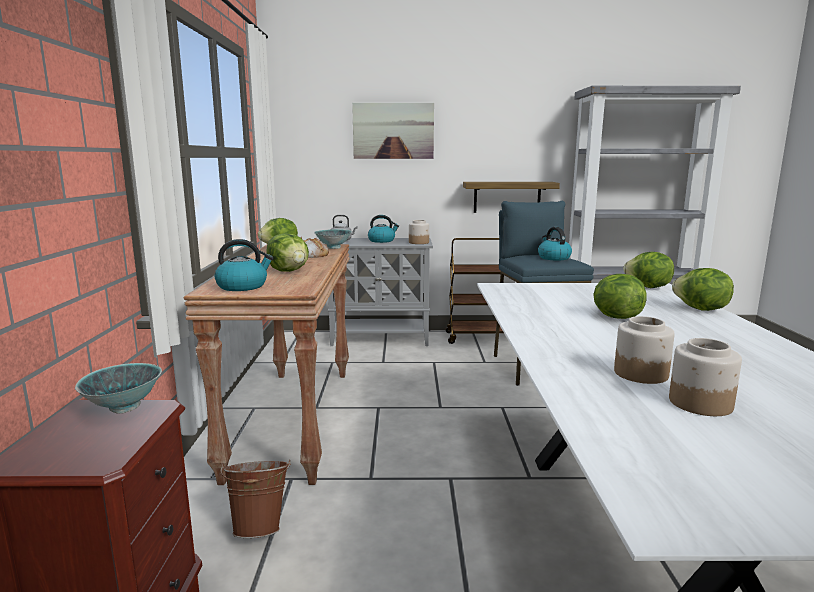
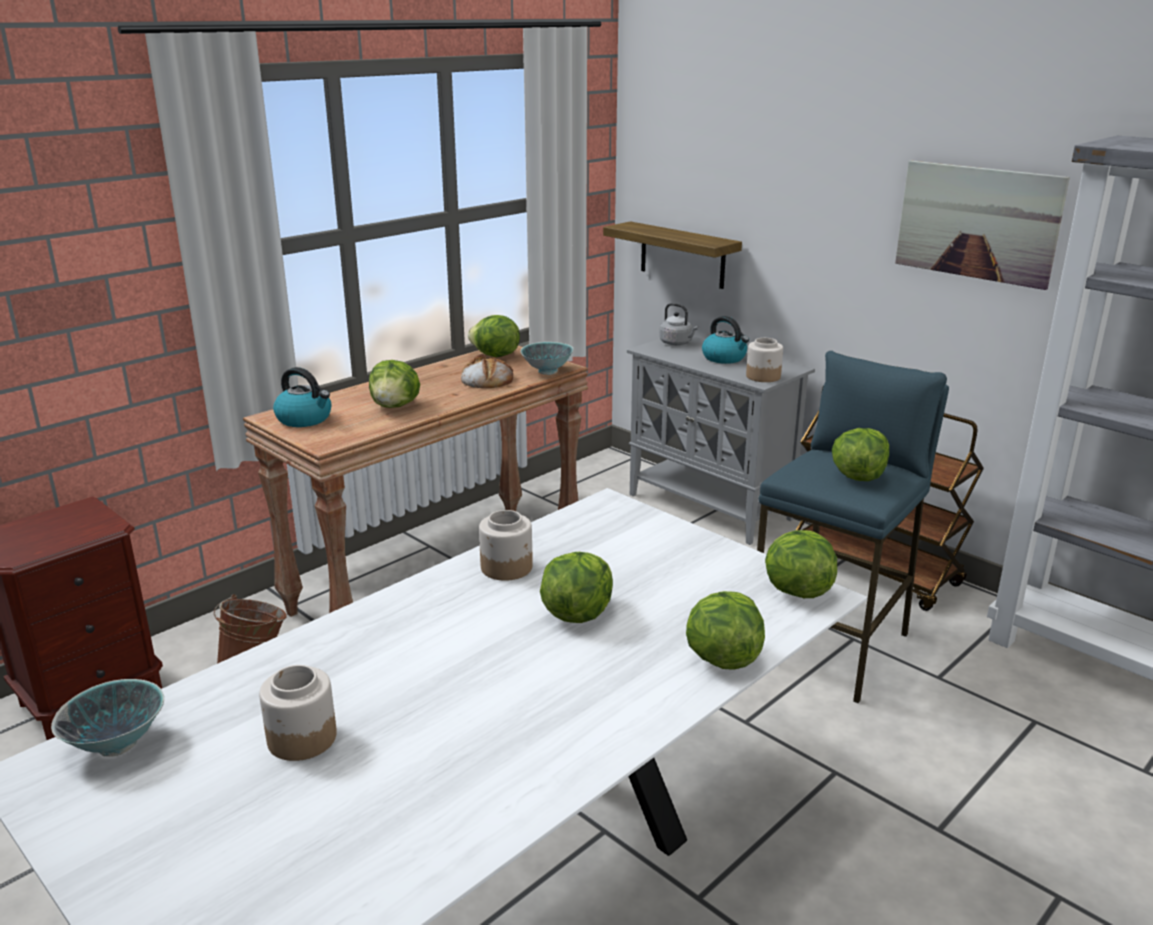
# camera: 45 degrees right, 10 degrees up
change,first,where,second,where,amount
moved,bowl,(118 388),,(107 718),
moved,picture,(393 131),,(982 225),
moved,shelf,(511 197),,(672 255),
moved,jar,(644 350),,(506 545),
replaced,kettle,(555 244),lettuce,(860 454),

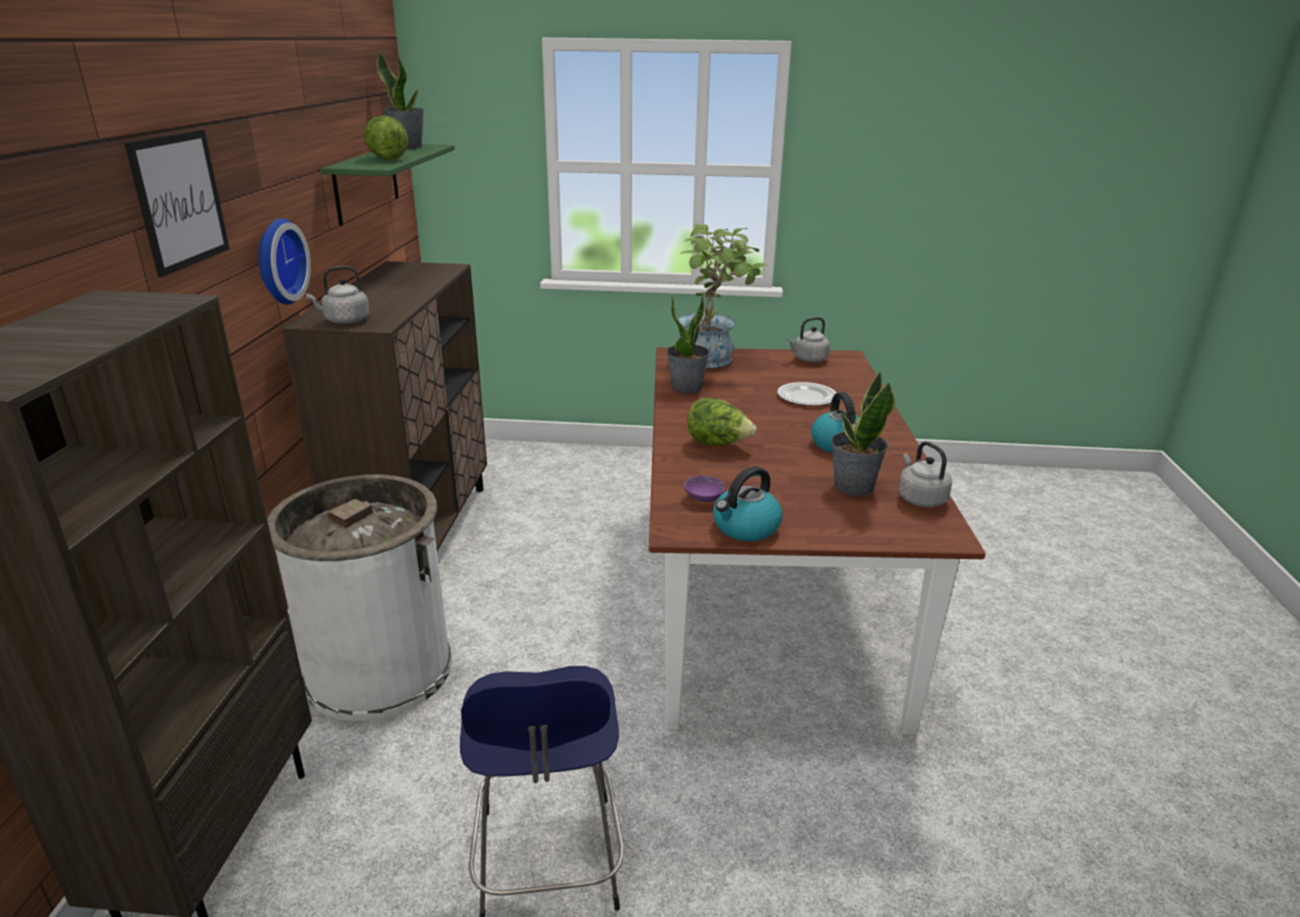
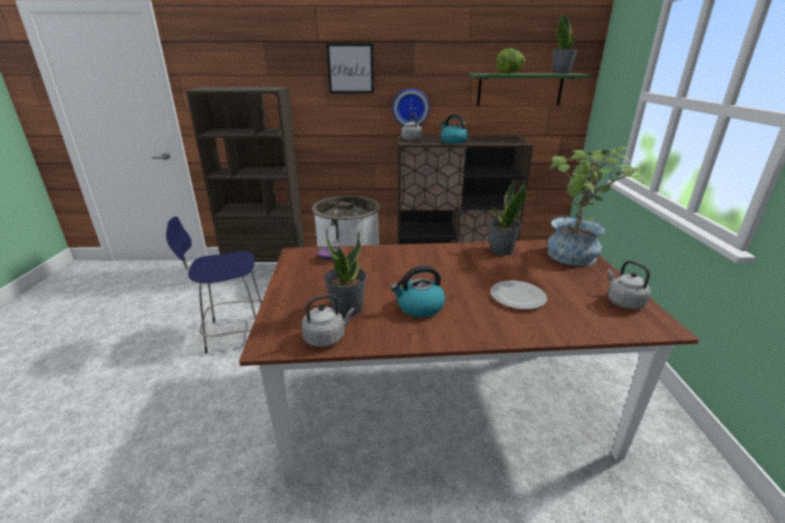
# camera: 85 degrees right, 0 degrees up
change,first,where,second,where,amount
removed,lettuce,(722 422),,,
moved,kettle,(747 503),,(454 129),

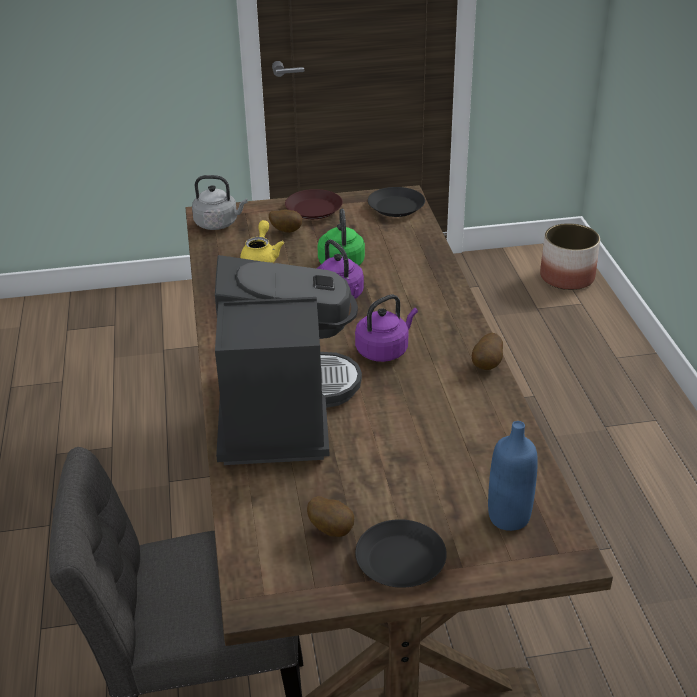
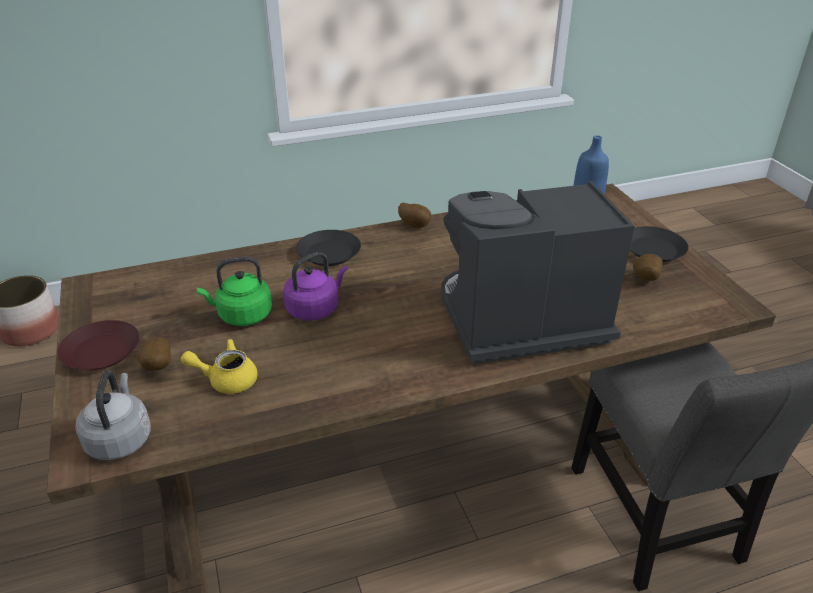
# camera: 100 degrees left, 0 degrees up
change,first,where,second,where,amount
removed,kettle (purple),(386 328),,,
moved,plate (black),(396 202),,(328 248),

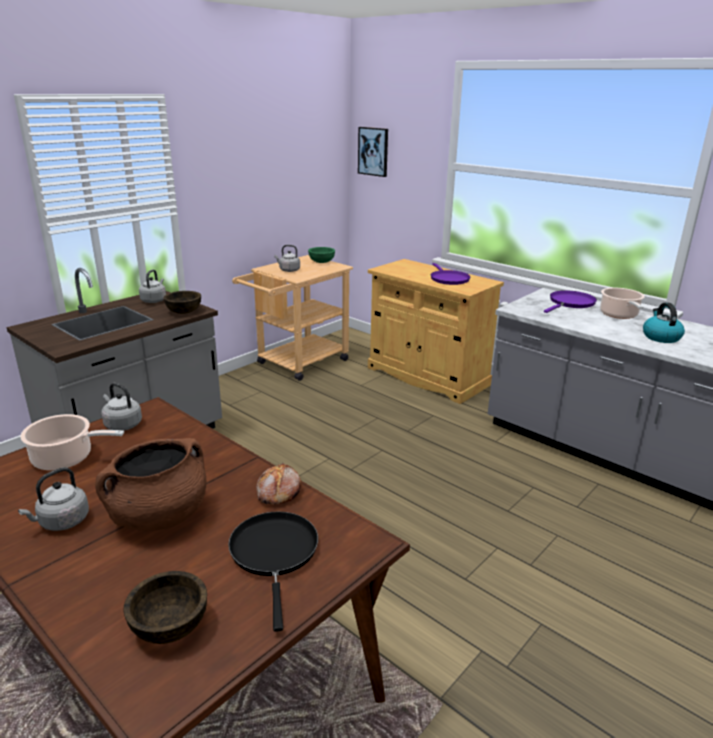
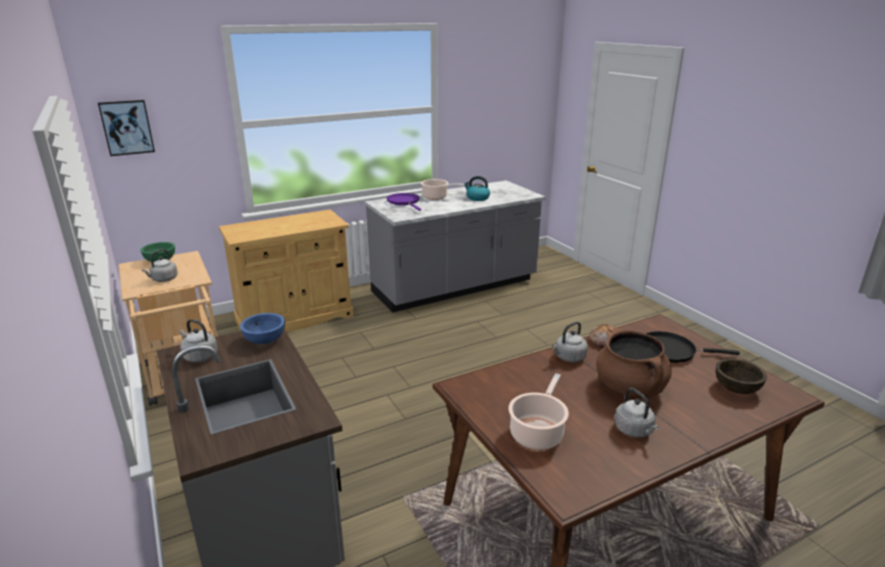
# camera: 70 degrees left, 0 degrees up
change,first,where,second,where,amount
removed,frying pan (purple),(450 274),,,
moved,kettle (grey),(121 407),,(570 342),
recoloured,bowl (brown),(182 302),bowl (blue),(262 328),

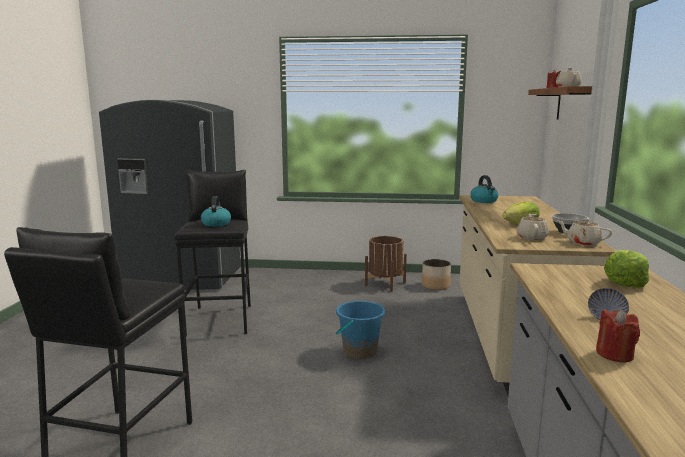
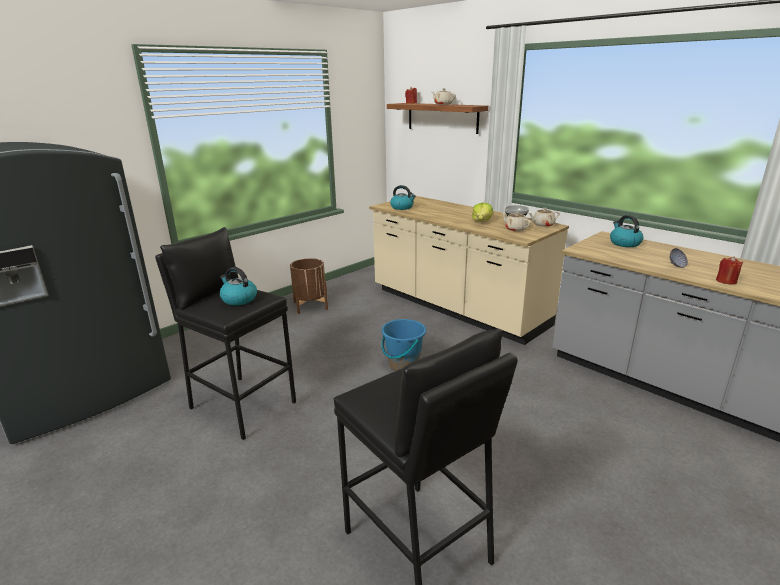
# camera: 50 degrees left, 10 degrees up
change,first,where,second,where,amount
removed,planter,(436 274),,,
replaced,lettuce,(626 268),kettle,(627 231),

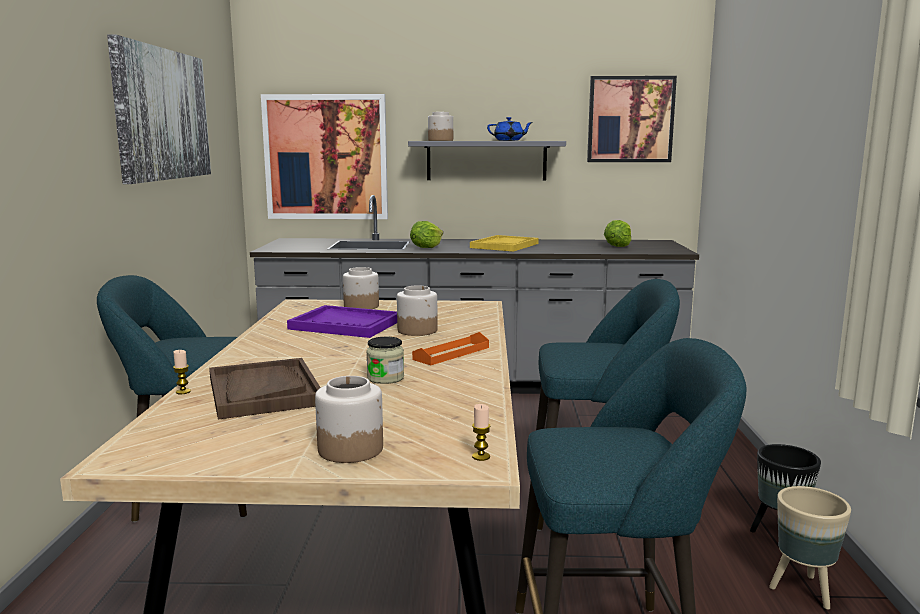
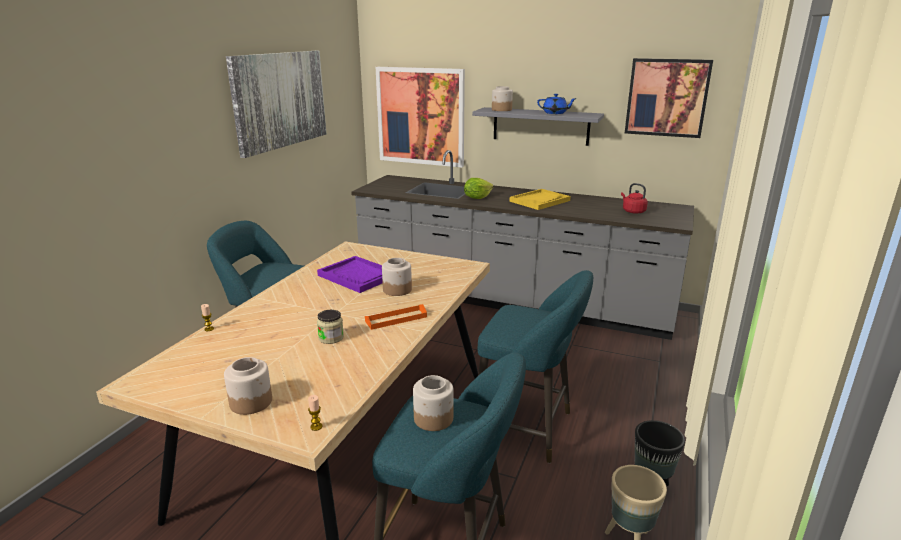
# camera: 20 degrees right, 10 degrees up
change,first,where,second,where,amount
removed,tray (brown),(265 389),,,
moved,jar,(361 288),,(433 403),
replaced,lettuce,(617 233),kettle (red),(634 198),

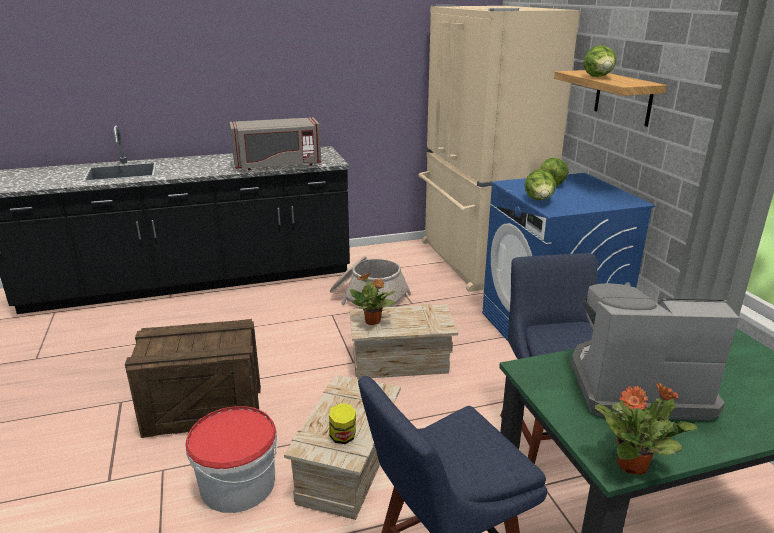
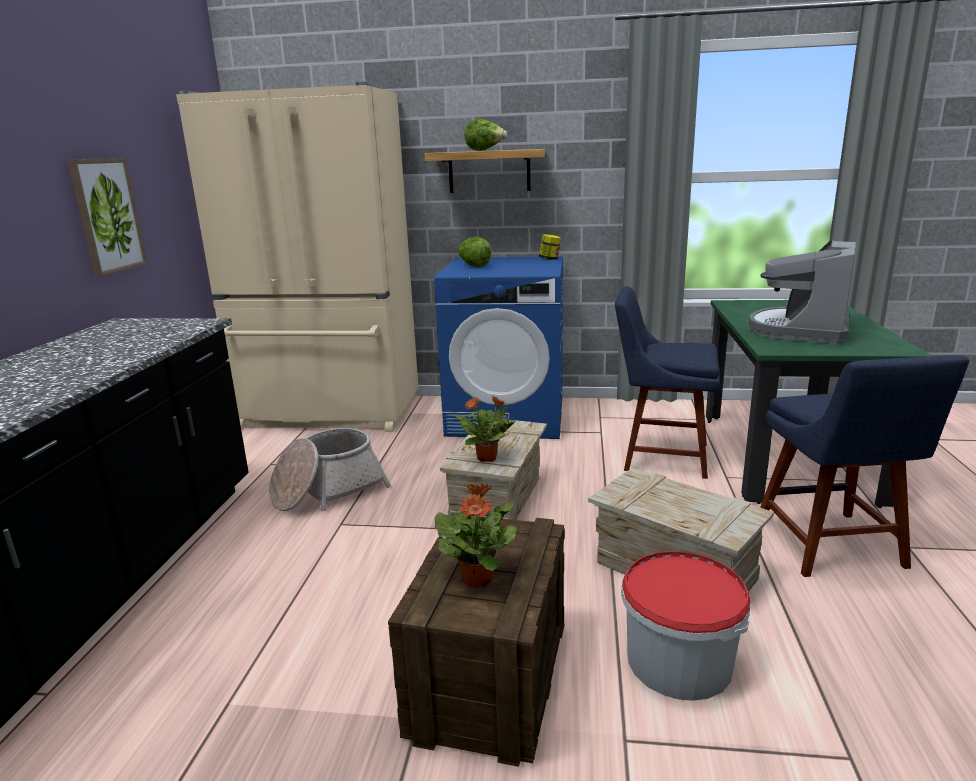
# camera: 65 degrees left, 5 degrees down
change,first,where,second,where,amount
removed,microwave (grey),(275 143),,,
removed,lettuce,(540 184),,,
added,,,picture,(107 217),
moved,jar,(342 423),,(550 247),
moved,potted plant,(646 428),,(476 535),

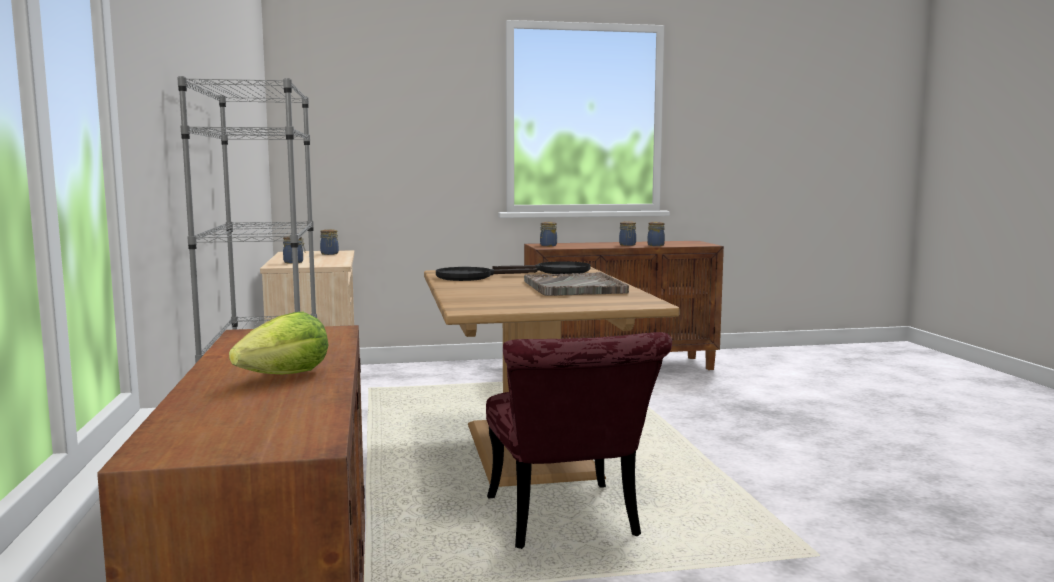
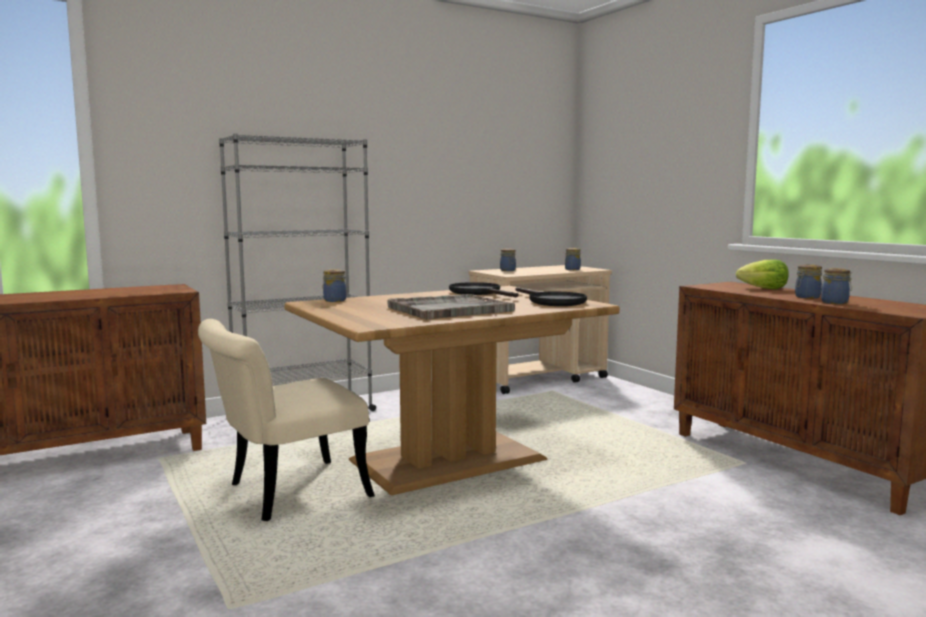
# camera: 70 degrees right, 0 degrees up
change,first,where,second,where,amount
moved,lettuce,(279 343),,(762 274),
moved,jar,(548 234),,(334 285),
recoloured,chair (red),(579 440),chair (beige),(286 420),

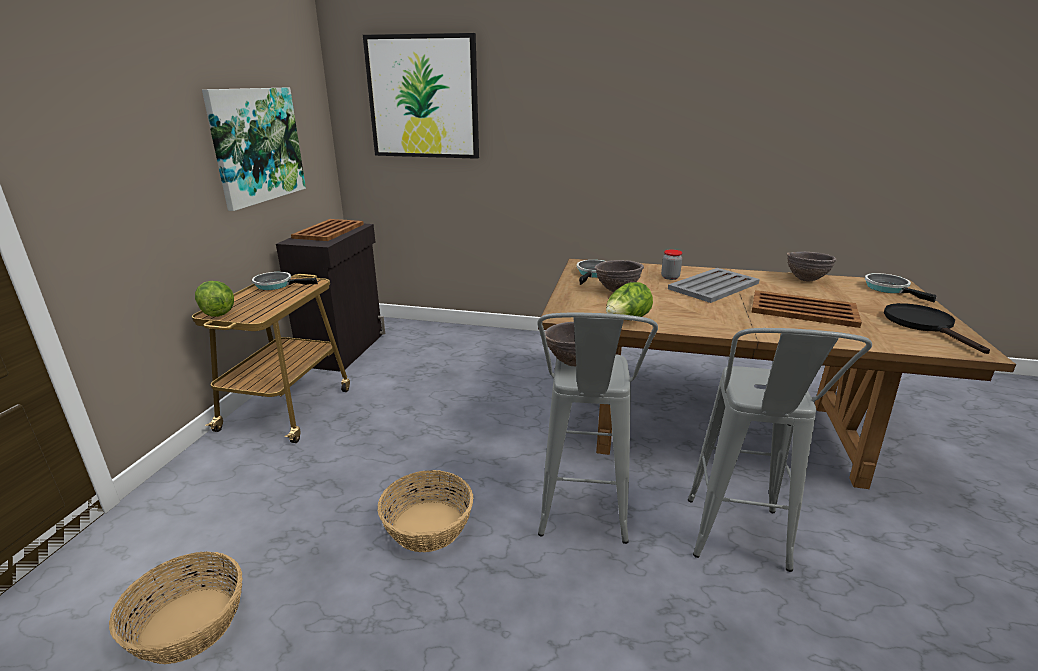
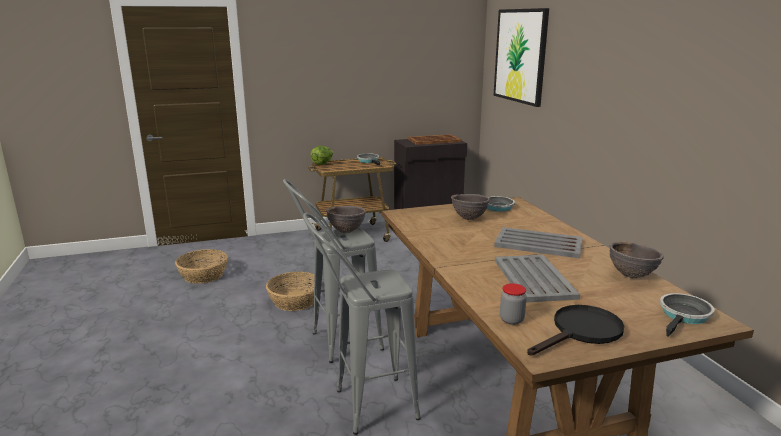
# camera: 60 degrees right, 5 degrees down
change,first,where,second,where,amount
removed,picture,(254 149),,,
removed,lettuce,(629 299),,,
moved,jar,(671 265),,(513 304),
recoloured,tray (brown),(806 309),tray (grey),(537 279),

